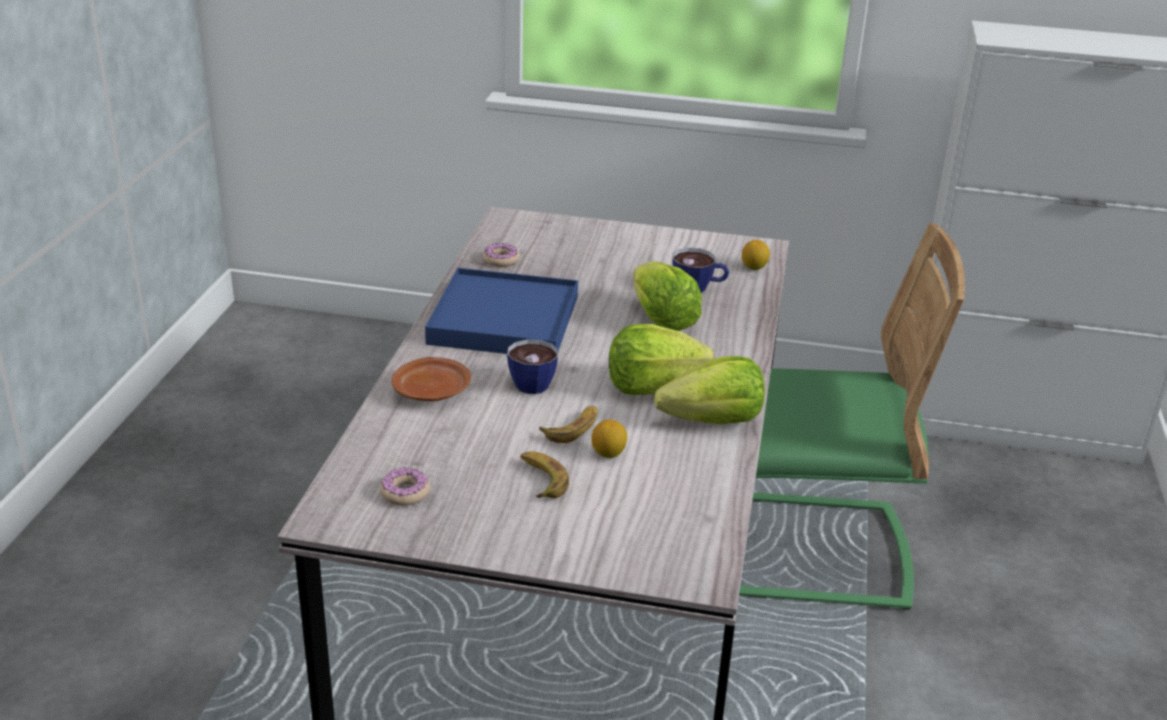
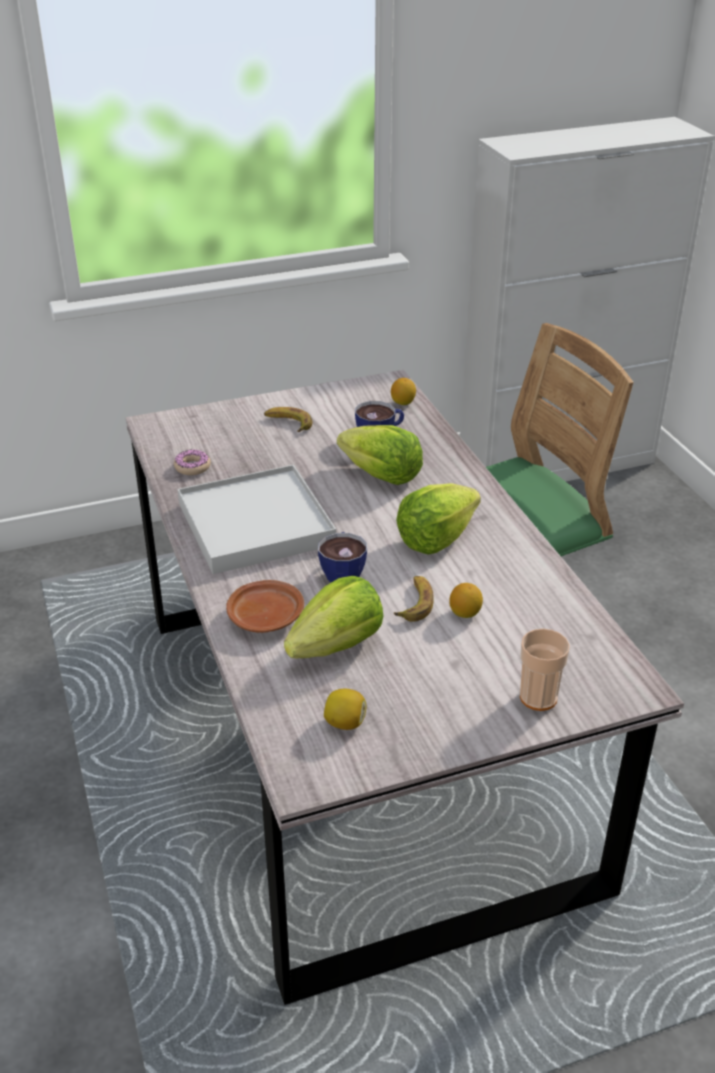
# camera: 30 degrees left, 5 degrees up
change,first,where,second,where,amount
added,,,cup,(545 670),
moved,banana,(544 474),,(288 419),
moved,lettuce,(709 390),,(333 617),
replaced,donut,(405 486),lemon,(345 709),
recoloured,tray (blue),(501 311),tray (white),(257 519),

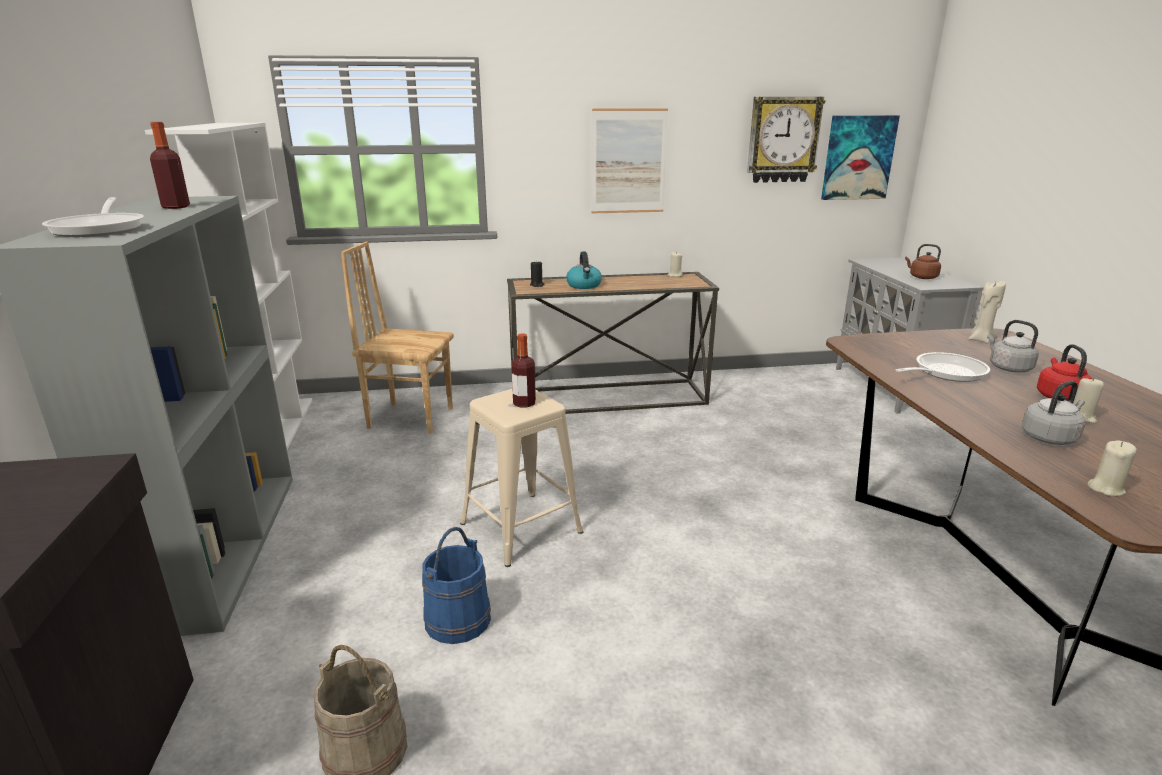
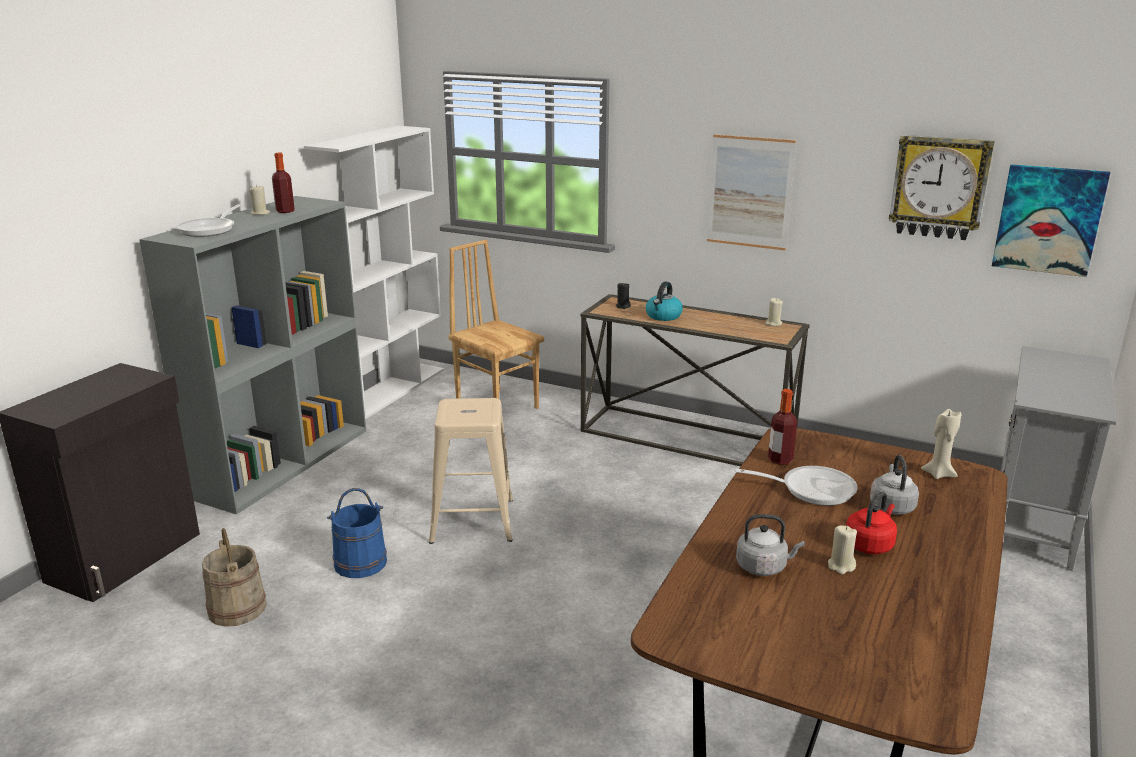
# camera: 35 degrees right, 0 degrees up
change,first,where,second,where,amount
removed,kettle (brown),(923 261),,,
moved,bottle,(524 370),,(782 427),
moved,candle (beige),(1112 468),,(259 200),

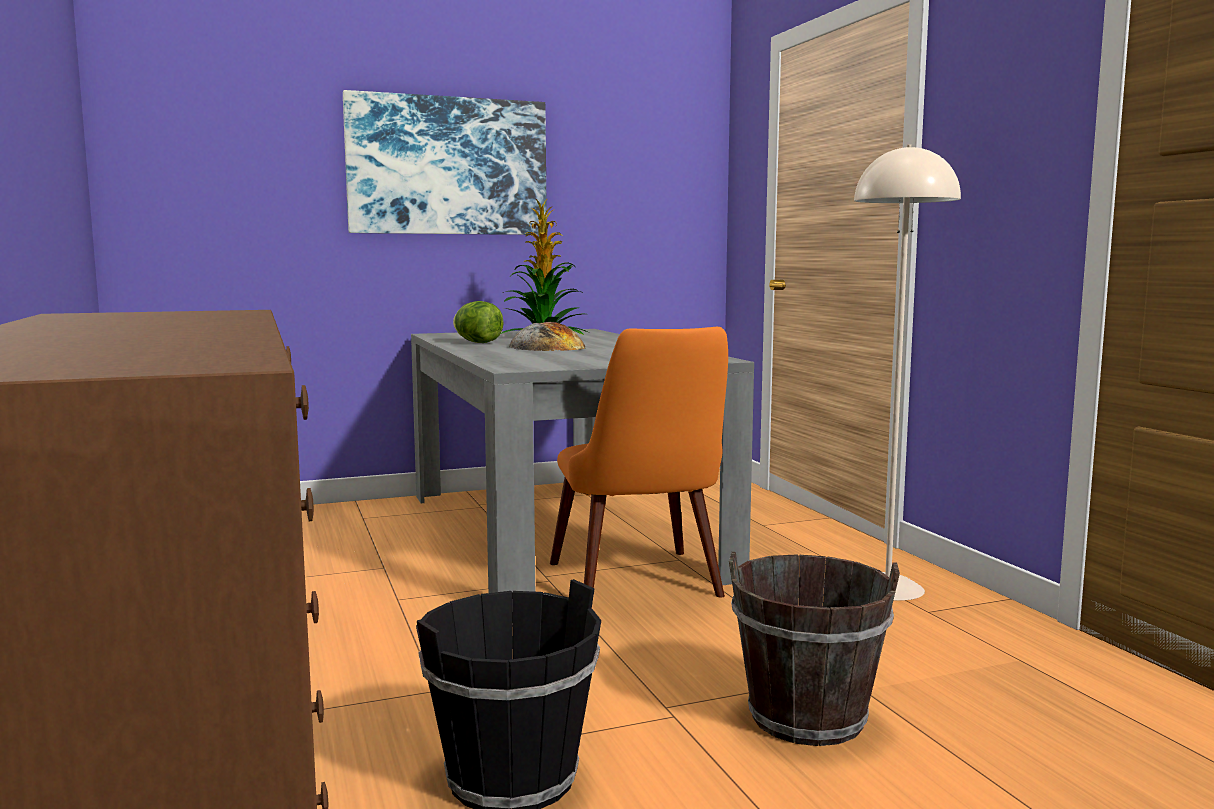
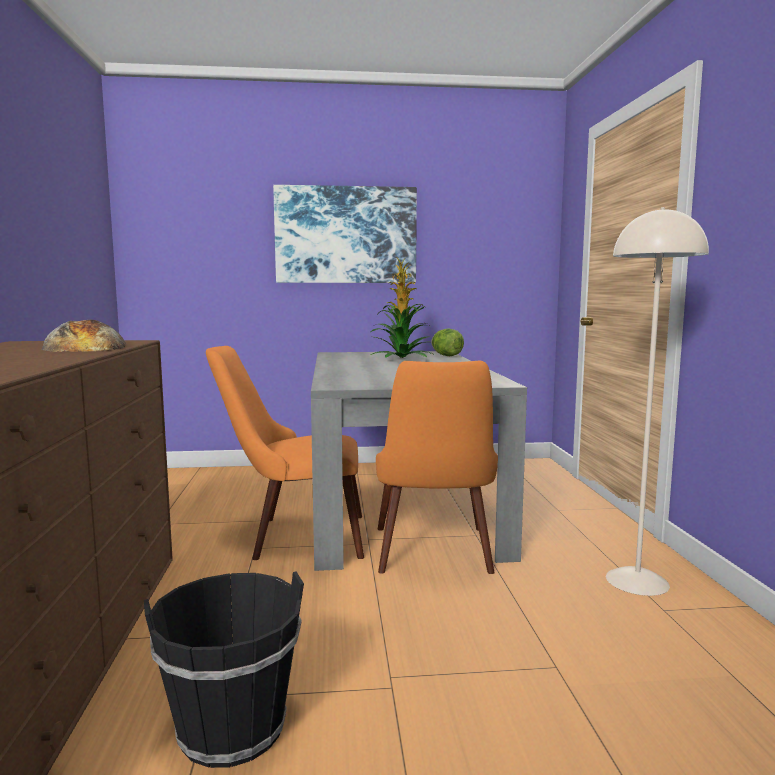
# camera: 15 degrees right, 0 degrees up
change,first,where,second,where,amount
removed,bucket (brown),(814 649),,,
added,,,chair (orange),(285 453),
moved,lettuce,(478 322),,(447 342),
moved,bread,(547 336),,(84 336),

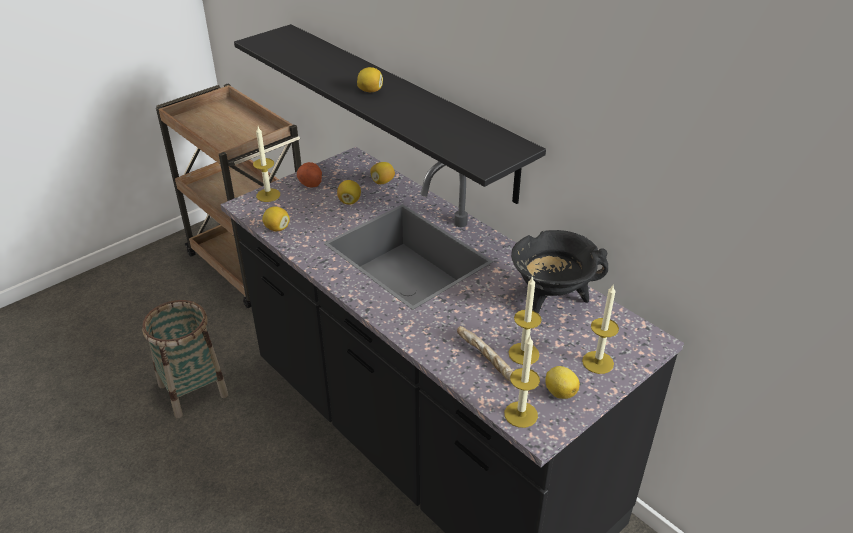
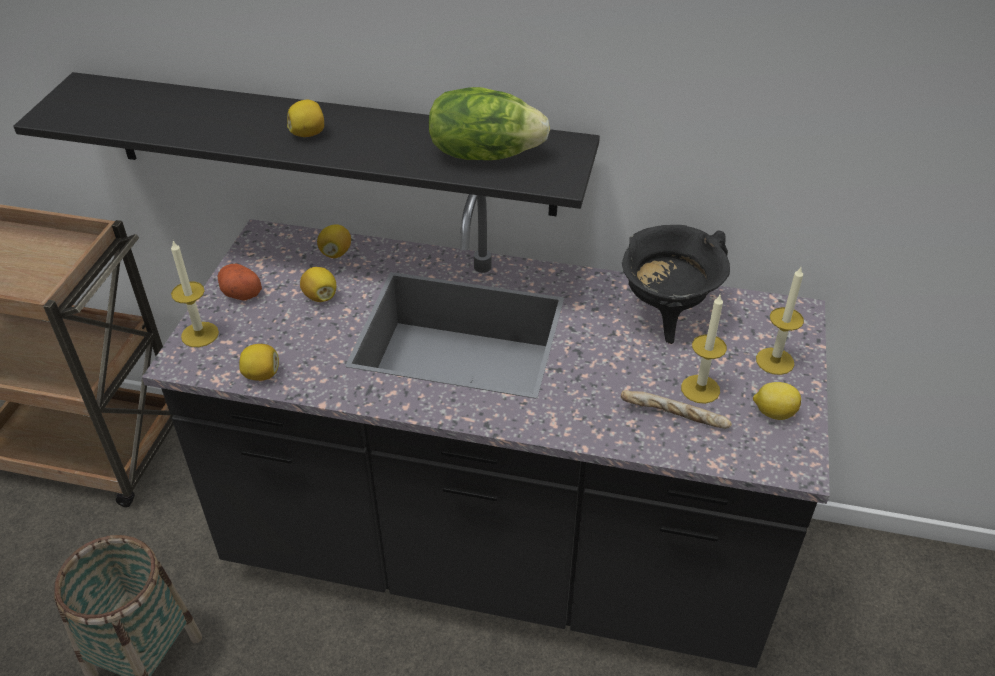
# camera: 35 degrees left, 5 degrees up
change,first,where,second,where,amount
removed,candle,(522 382),,,
added,,,lettuce,(489 123),

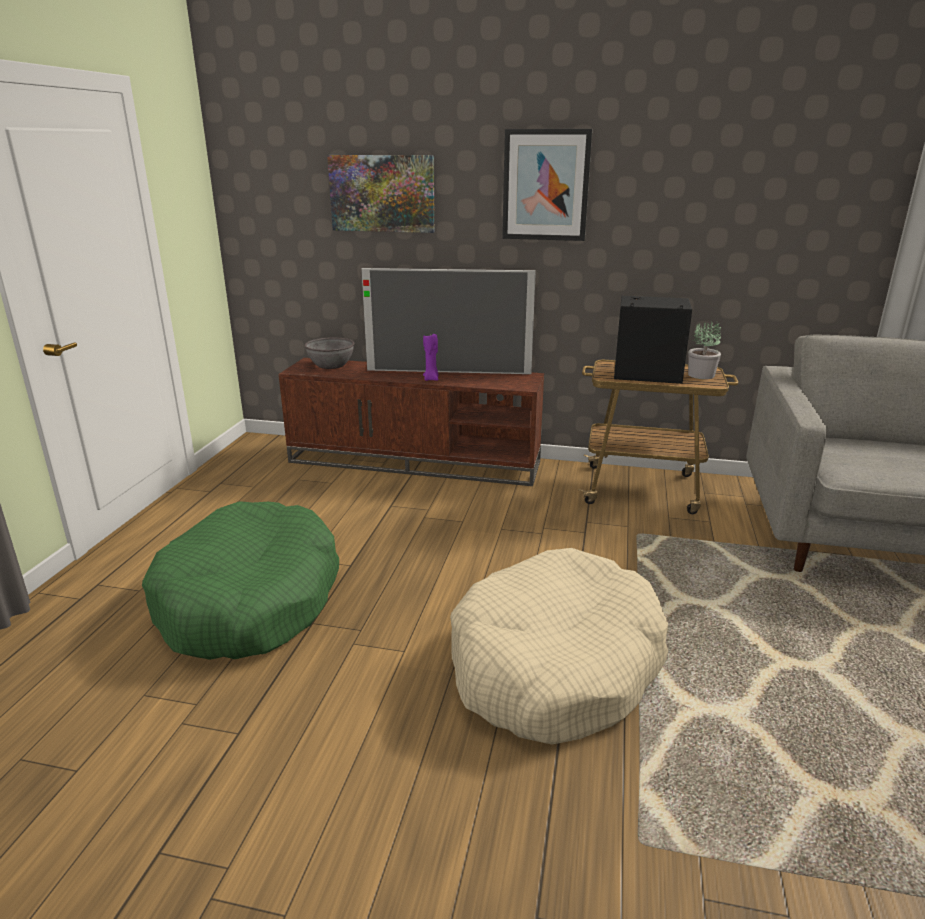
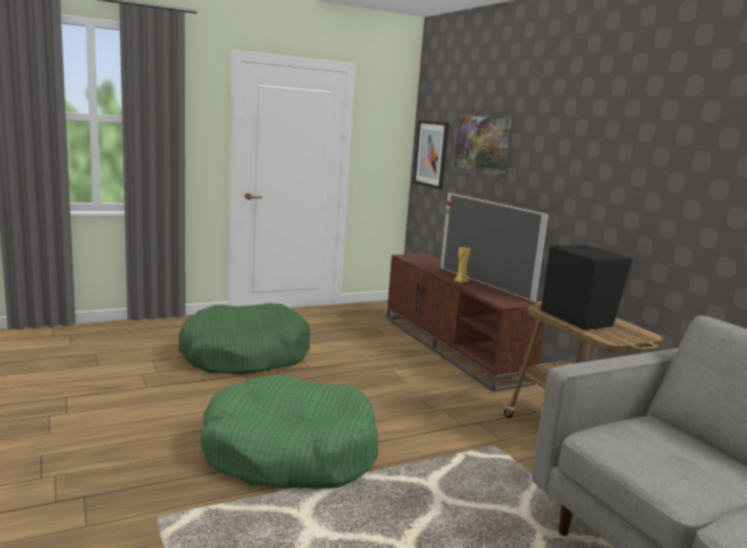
# camera: 50 degrees right, 10 degrees down
change,first,where,second,where,amount
removed,bowl (grey),(329 353),,,
removed,potted plant,(704 350),,,
moved,picture,(547 185),,(431 155),
recoloured,candle (purple),(431 357),candle (yellow),(462 265),
recoloured,dog bed (beige),(559 646),dog bed (green),(289 432),

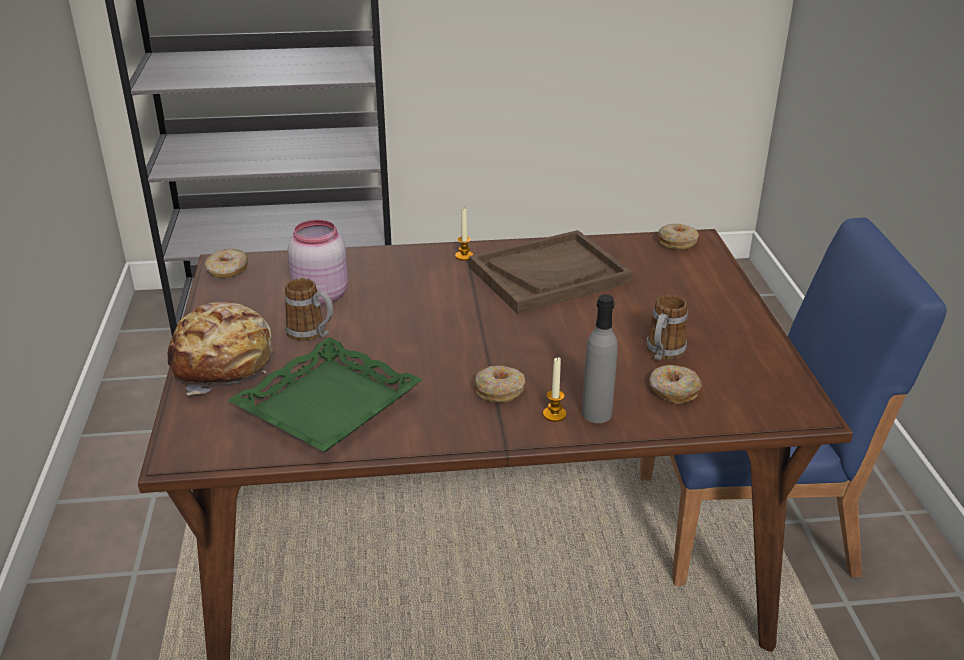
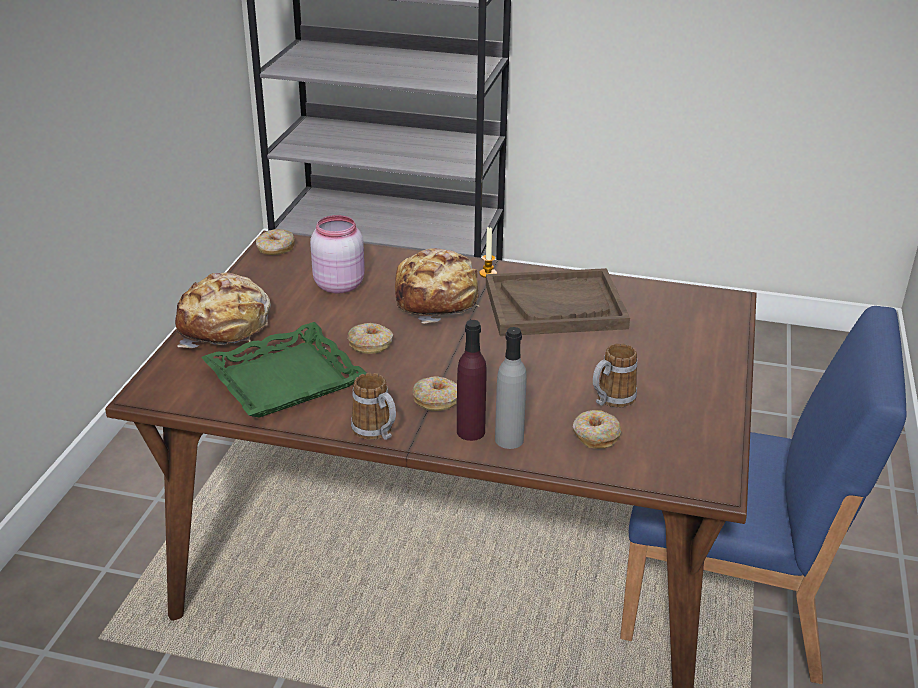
# camera: 20 degrees right, 0 degrees up
change,first,where,second,where,amount
added,,,bread,(437 286),
moved,mug,(309 309),,(373 406),
moved,donut,(678 236),,(370 338),
replaced,candle,(554 389),bottle (purple),(472 380),

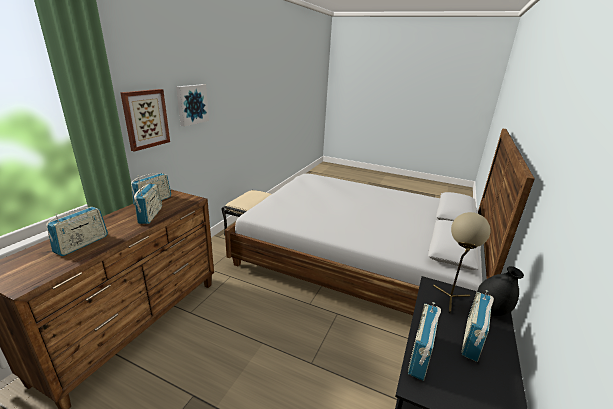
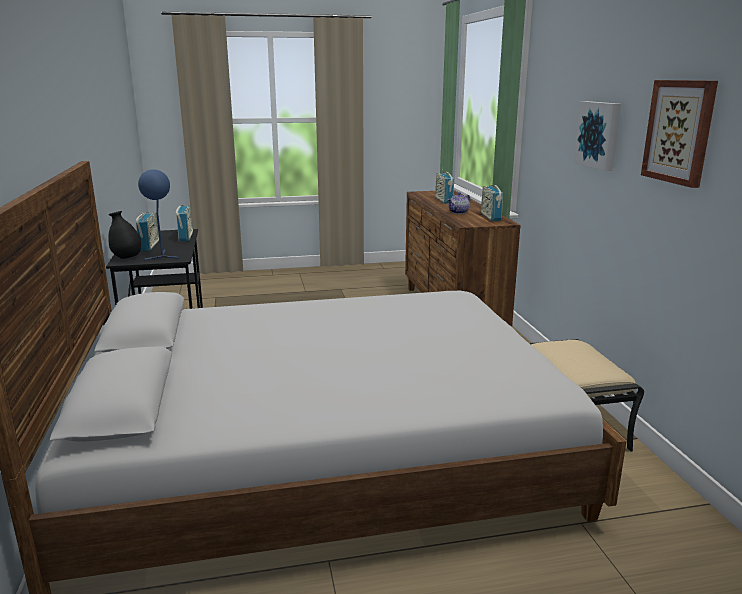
# camera: 145 degrees right, 5 degrees down
change,first,where,second,where,amount
moved,picture,(145 120),,(679 134),
replaced,radio,(148 203),teapot,(459 203),
recoloured,table lamp (beige),(462 262),table lamp (blue),(158 215),

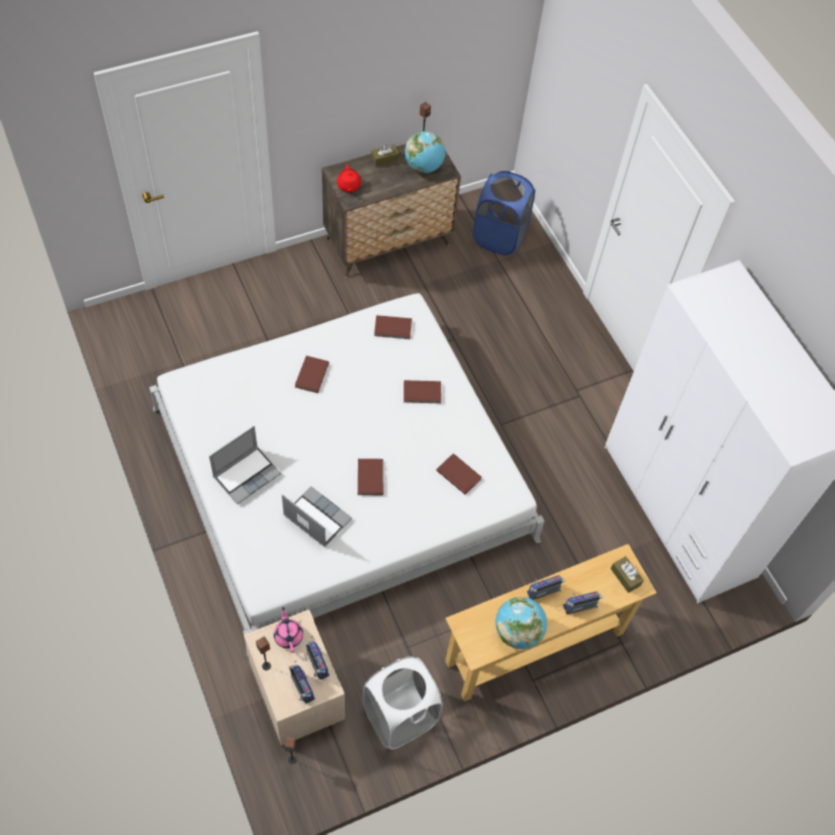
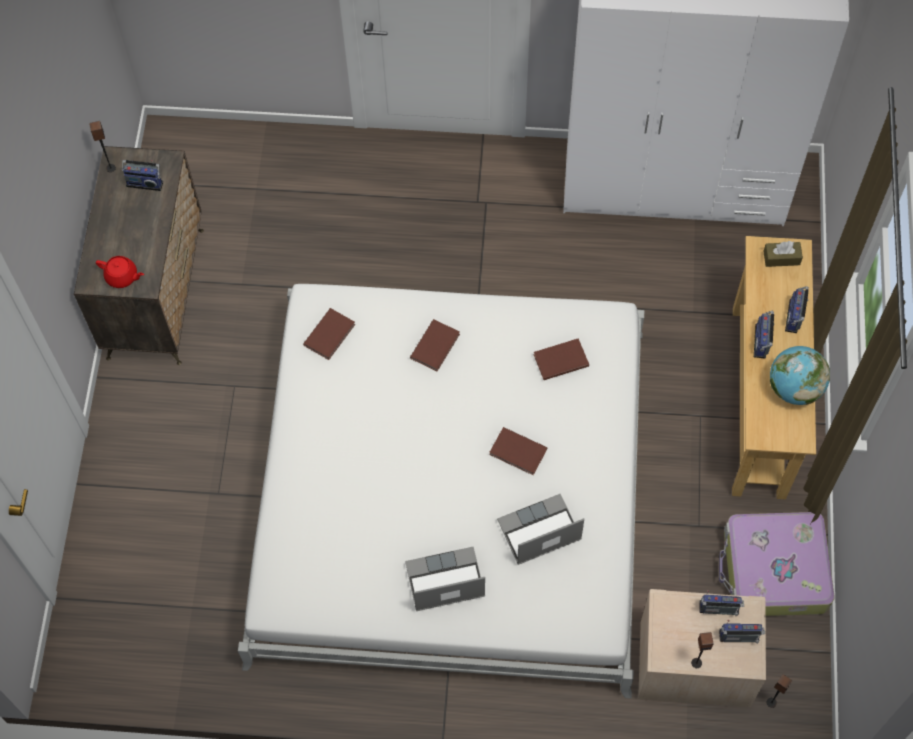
# camera: 55 degrees left, 5 degrees up
change,first,where,second,where,amount
removed,teapot (pink),(288 630),,,
removed,book (brown),(312 374),,,
removed,tissue box (brown),(385 155),,,
removed,laundry basket (blue),(504 213),,,
replaced,laundry basket (white),(402 702),suitcase,(777 564),
replaced,globe,(425 152),radio,(142 175),
turned,laptop,(245 465),,(445 579),90 degrees counterclockwise

